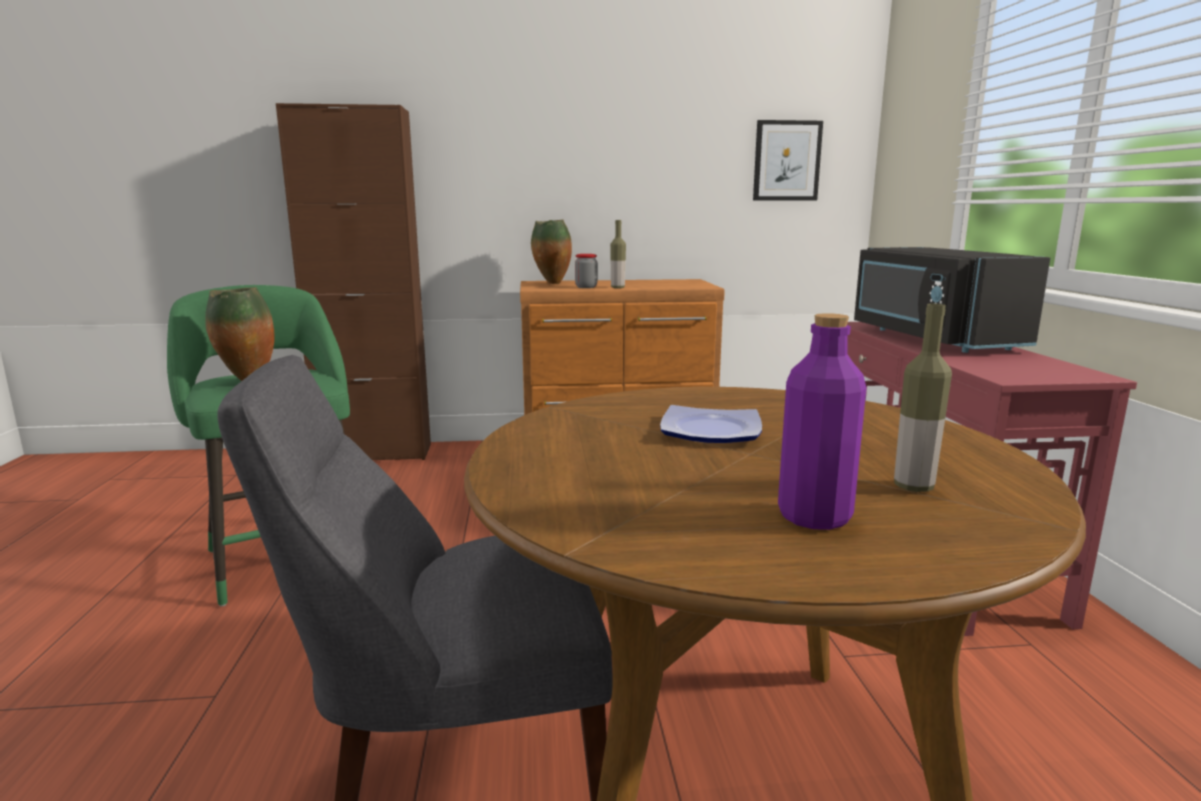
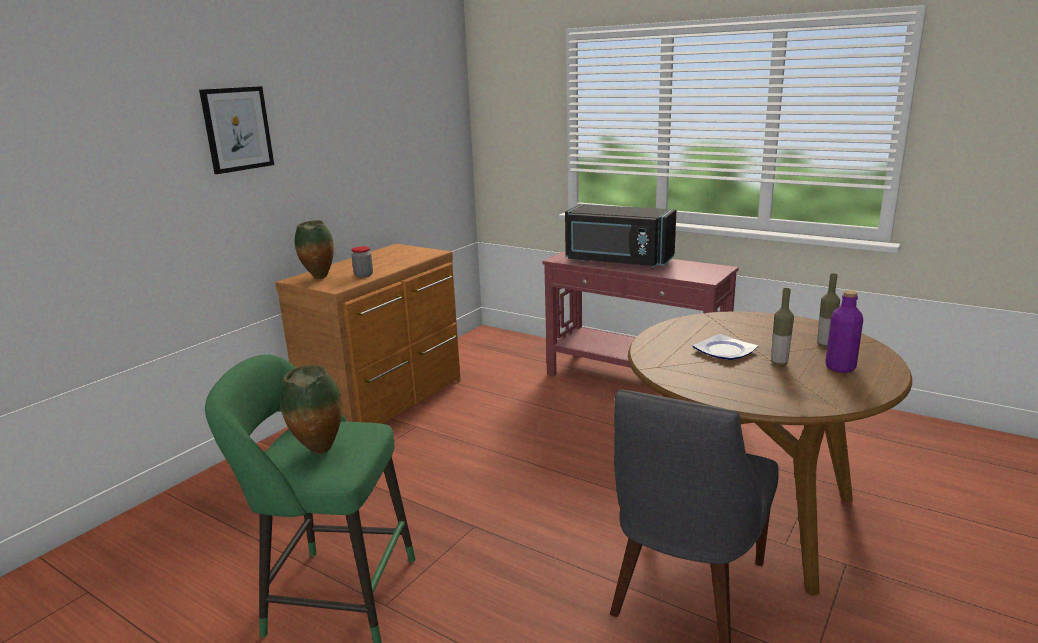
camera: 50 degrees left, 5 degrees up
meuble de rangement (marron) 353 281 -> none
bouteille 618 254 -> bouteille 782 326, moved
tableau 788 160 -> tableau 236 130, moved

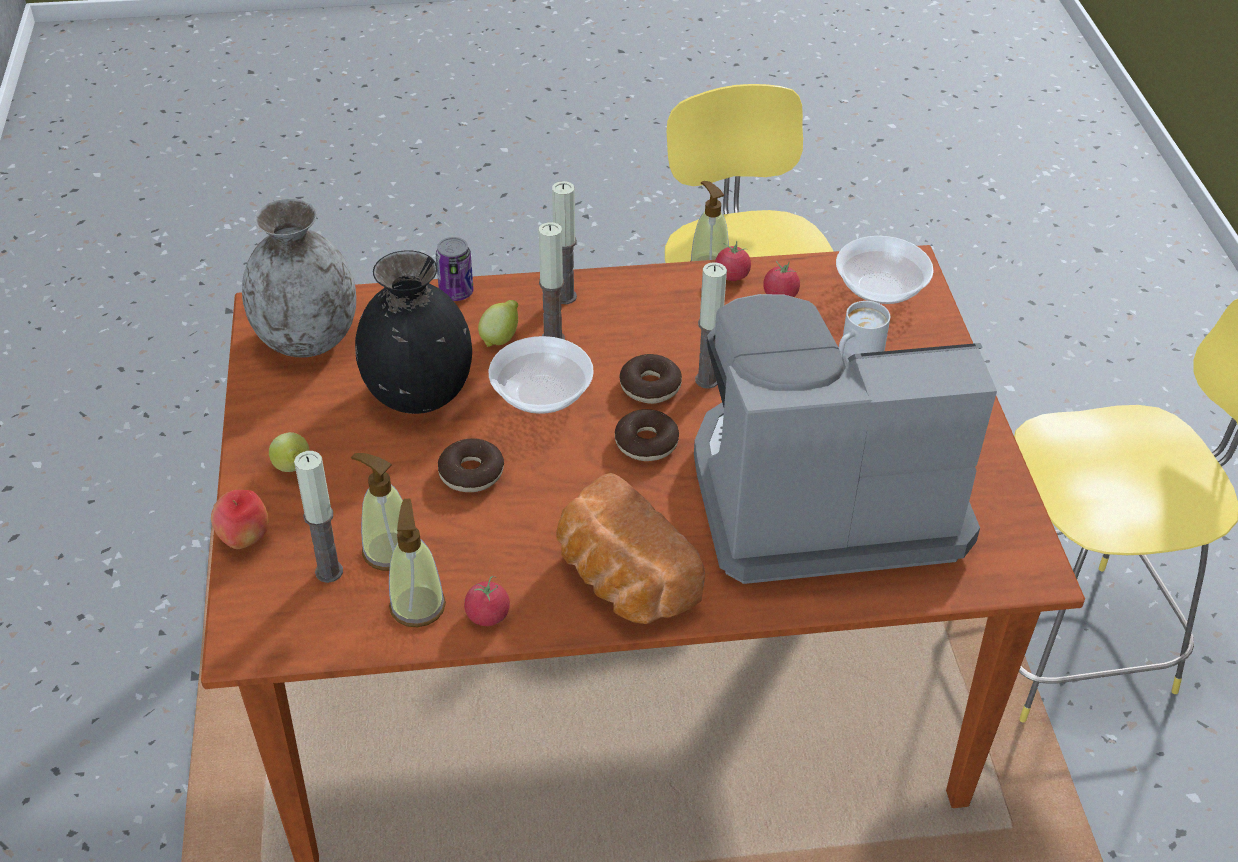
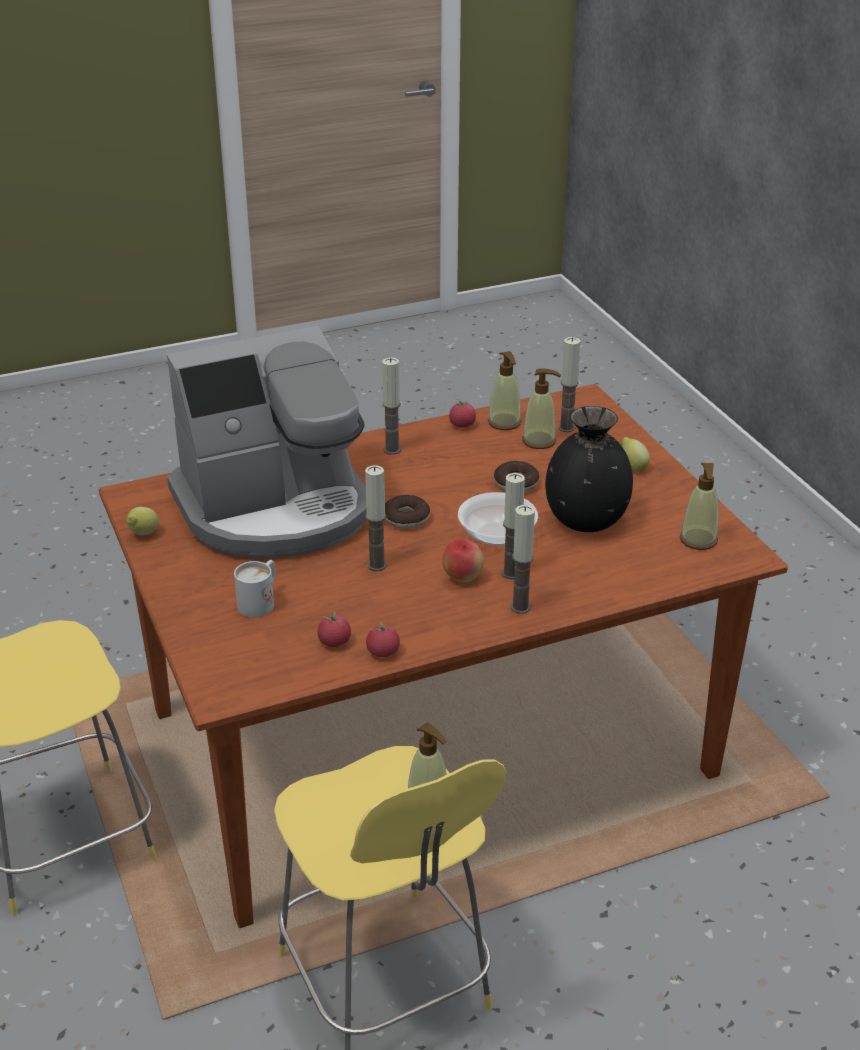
camera: 165 degrees right, 10 degrees down
pomme 240 519 -> pomme 463 560, moved
vase (gris) 299 278 -> distributeur de savon 699 506
boîte métallique 455 269 -> none
citron 498 323 -> citron 142 521, moved
pain 630 548 -> bougie 391 406
beignet 651 379 -> none
bol 885 270 -> none

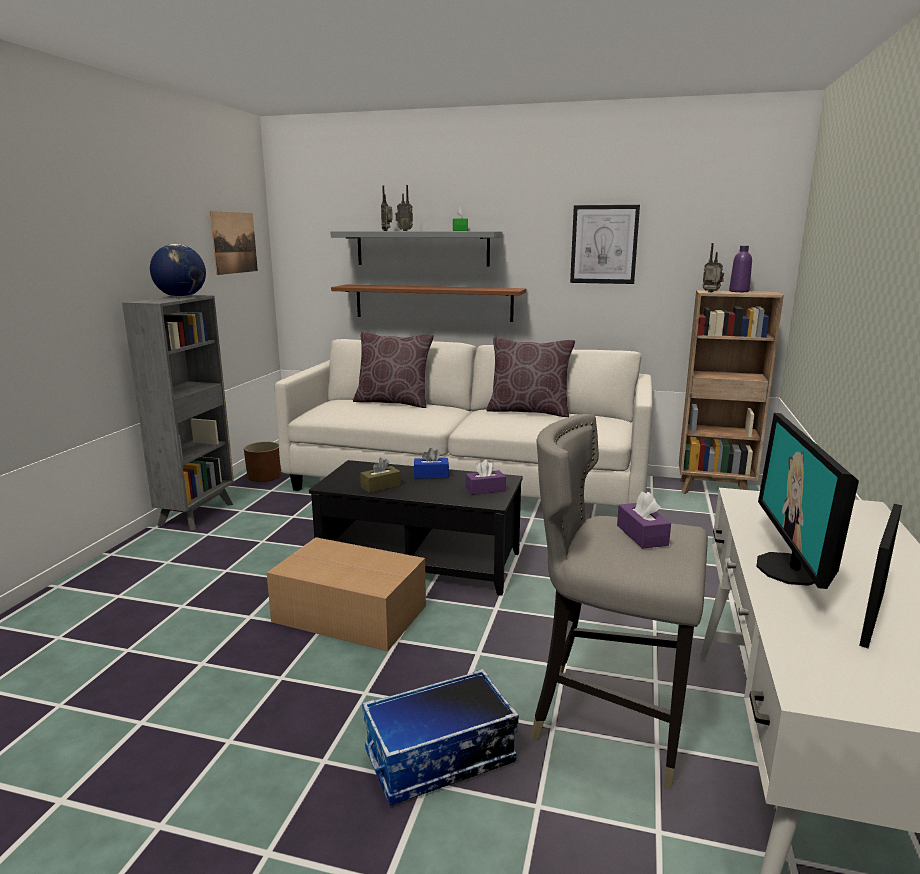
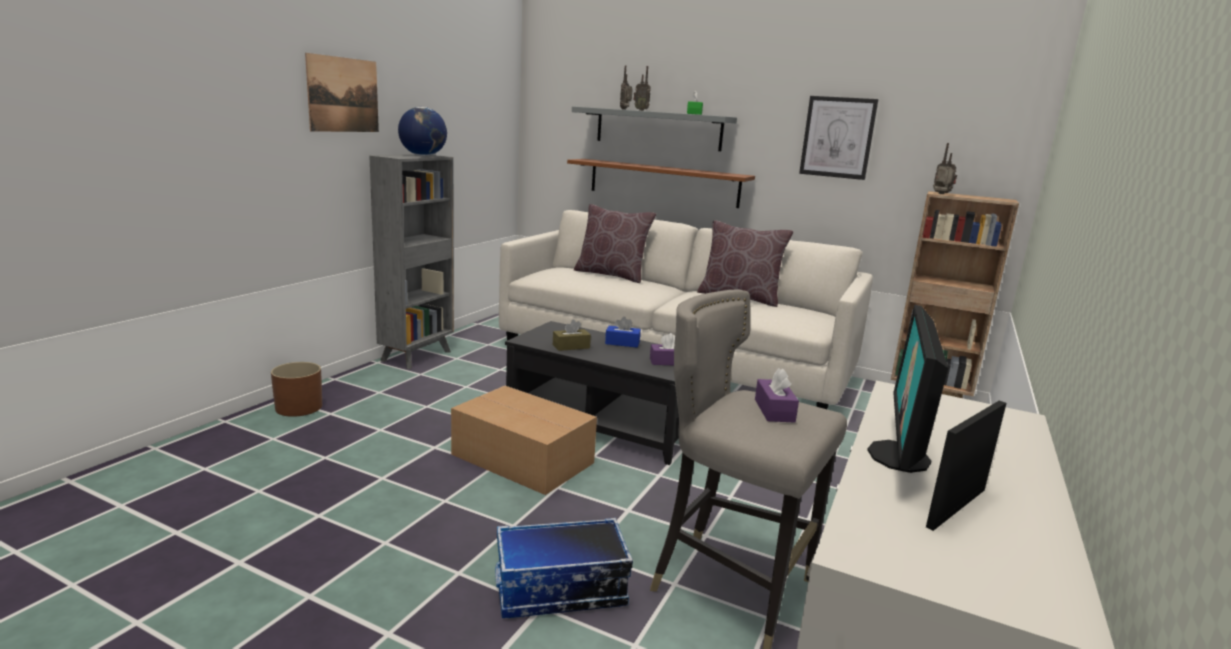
camera: 10 degrees right, 0 degrees up
tableau 234 243 -> tableau 342 92, moved
cache-pot (marron) 262 462 -> cache-pot (marron) 296 389, moved
bouteille (violet) 740 269 -> none

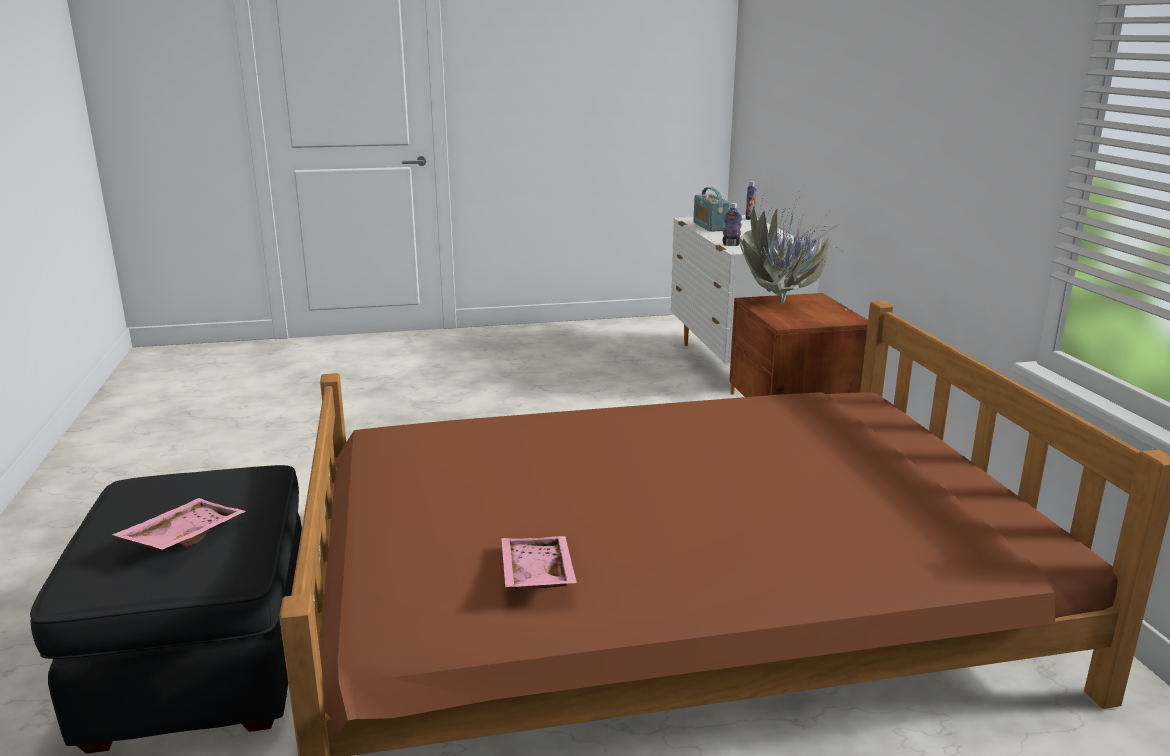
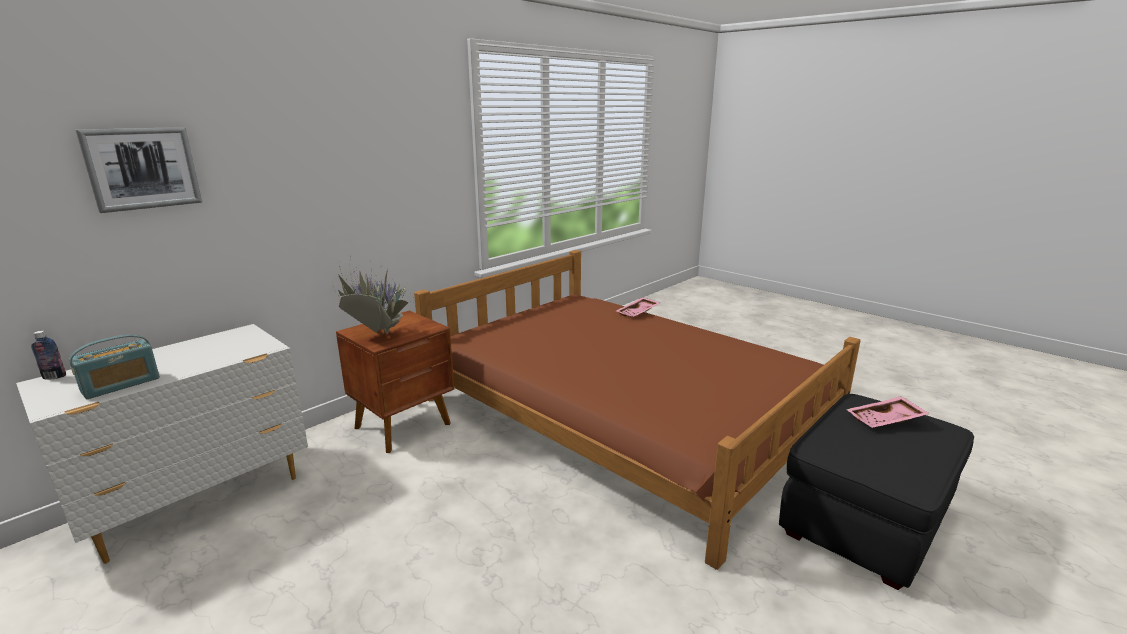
camera: 125 degrees left, 0 degrees up
plateau (rose) 539 562 -> plateau (rose) 638 307, moved
bouteille 732 224 -> none
none -> tableau 139 170

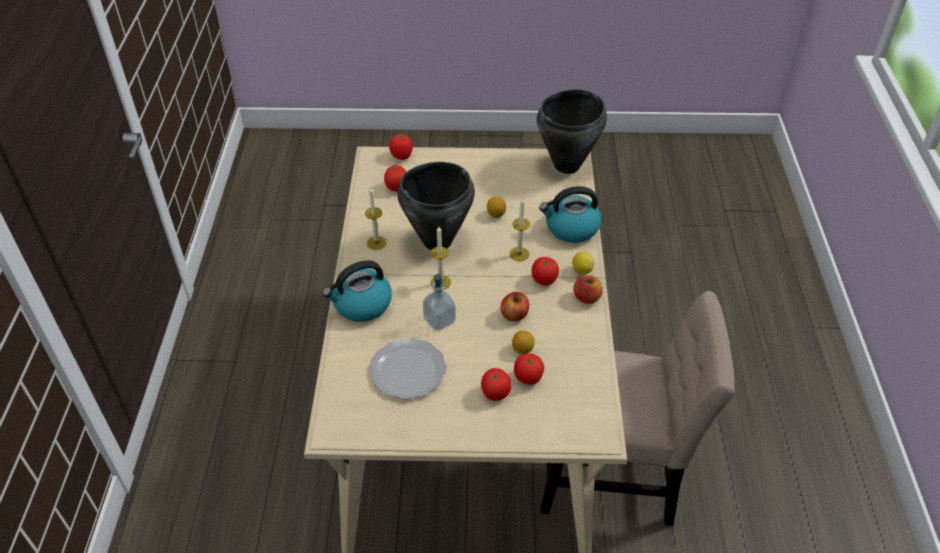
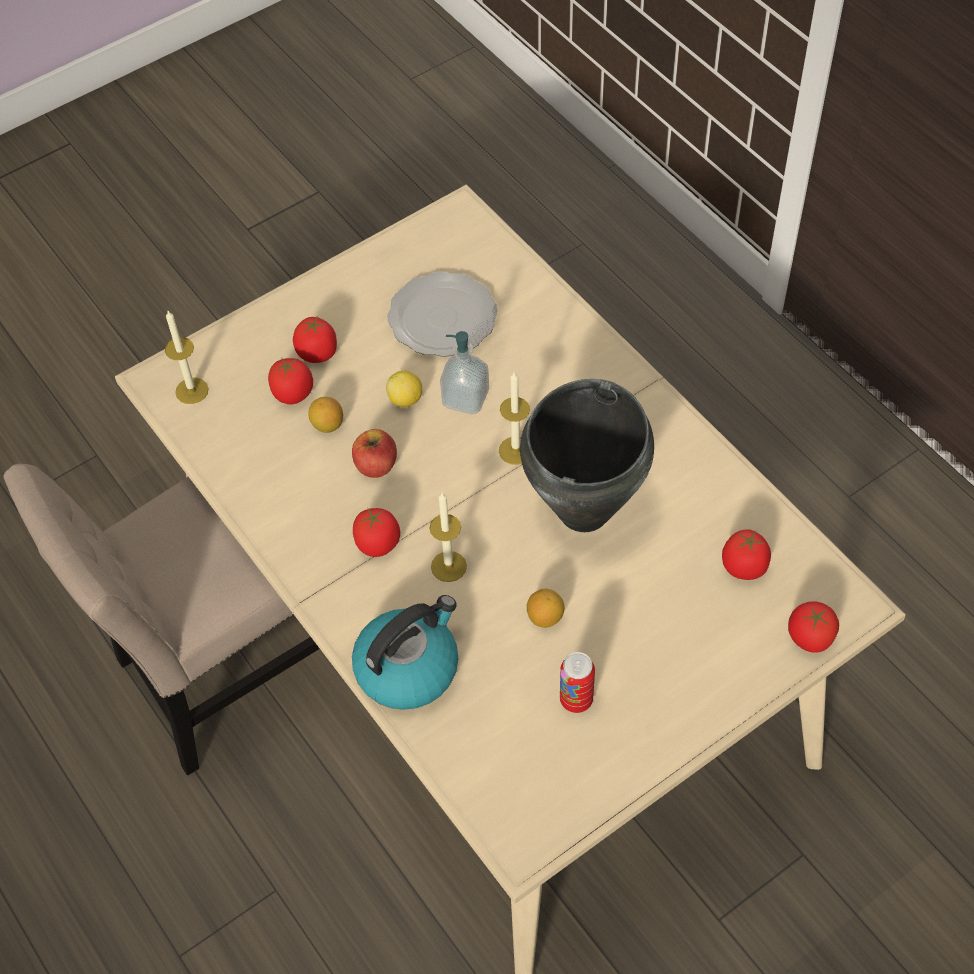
camera: 145 degrees right, 10 degrees up
bouilloire 357 291 -> none
bougie 375 218 -> bougie 187 357, moved
marmite (noir) 572 131 -> none
citron 583 263 -> citron 404 389, moved
pomme 588 289 -> none
none -> boîte métallique 577 682

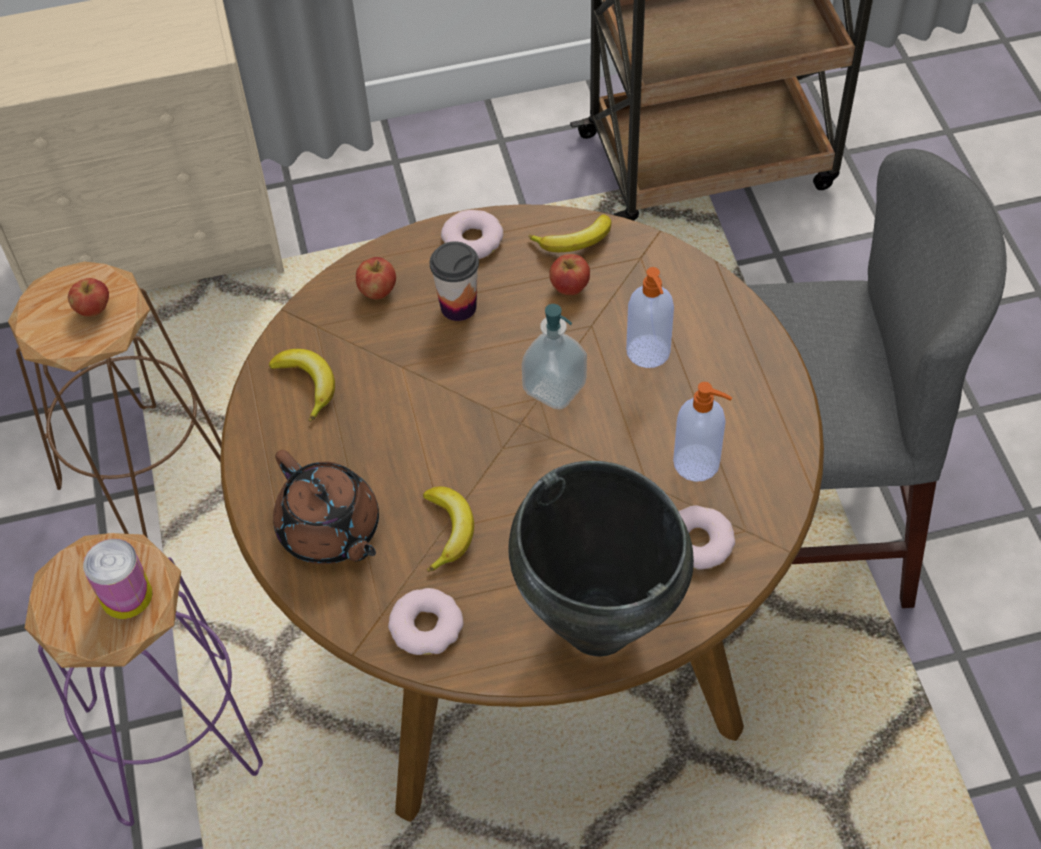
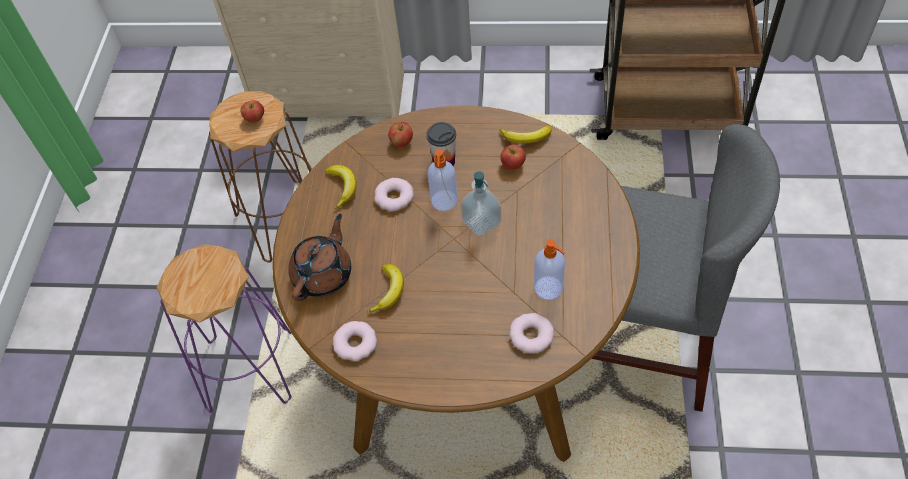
camera: 20 degrees right, 0 degrees up
boîte métallique 117 579 -> none
théière (marron) 326 507 -> théière (marron) 319 257, 135 degrees counterclockwise
beignet 472 234 -> beignet 394 194, moved
marmite (noir) 601 558 -> none
distributeur de savon 650 317 -> distributeur de savon 442 180, moved

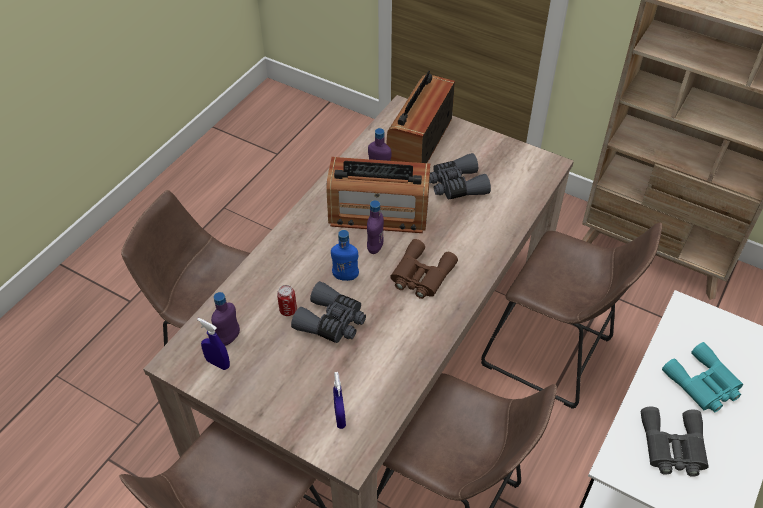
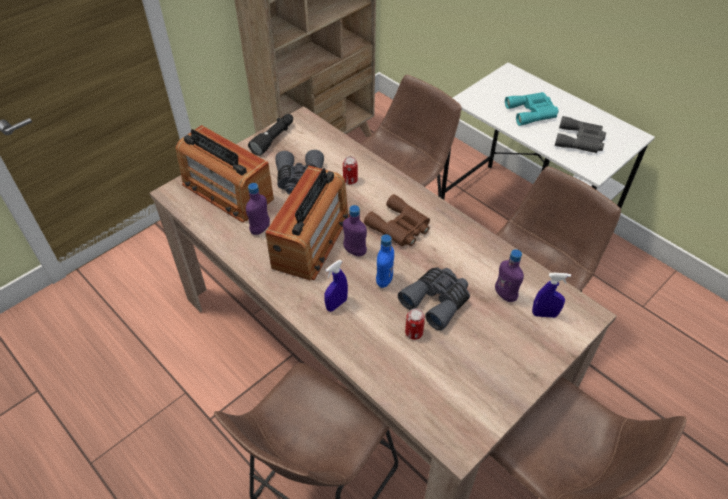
camera: 75 degrees left, 0 degrees up
vaporisateur (bleu) 213 344 -> vaporisateur (bleu) 336 286, moved
bouteille (violet) 225 319 -> bouteille (violet) 509 275, moved
none -> lampe de poche (noir) 270 135
none -> boîte métallique 350 170

